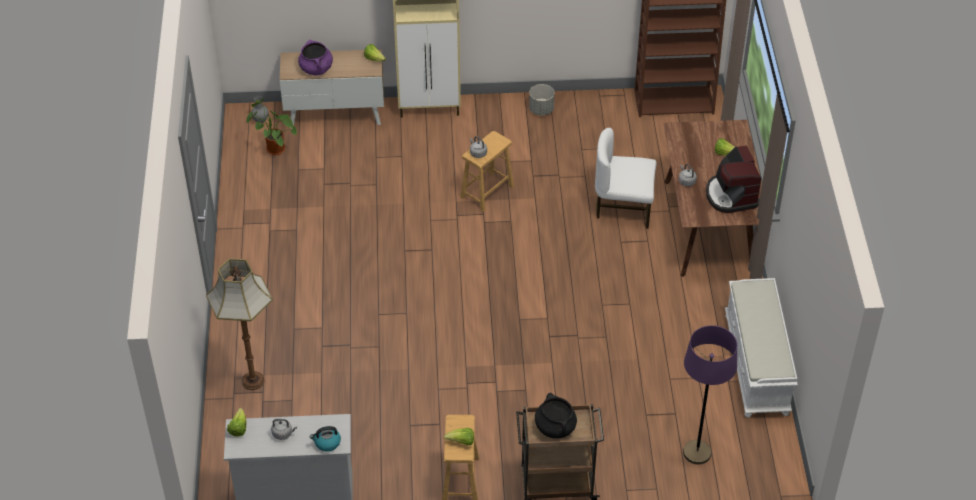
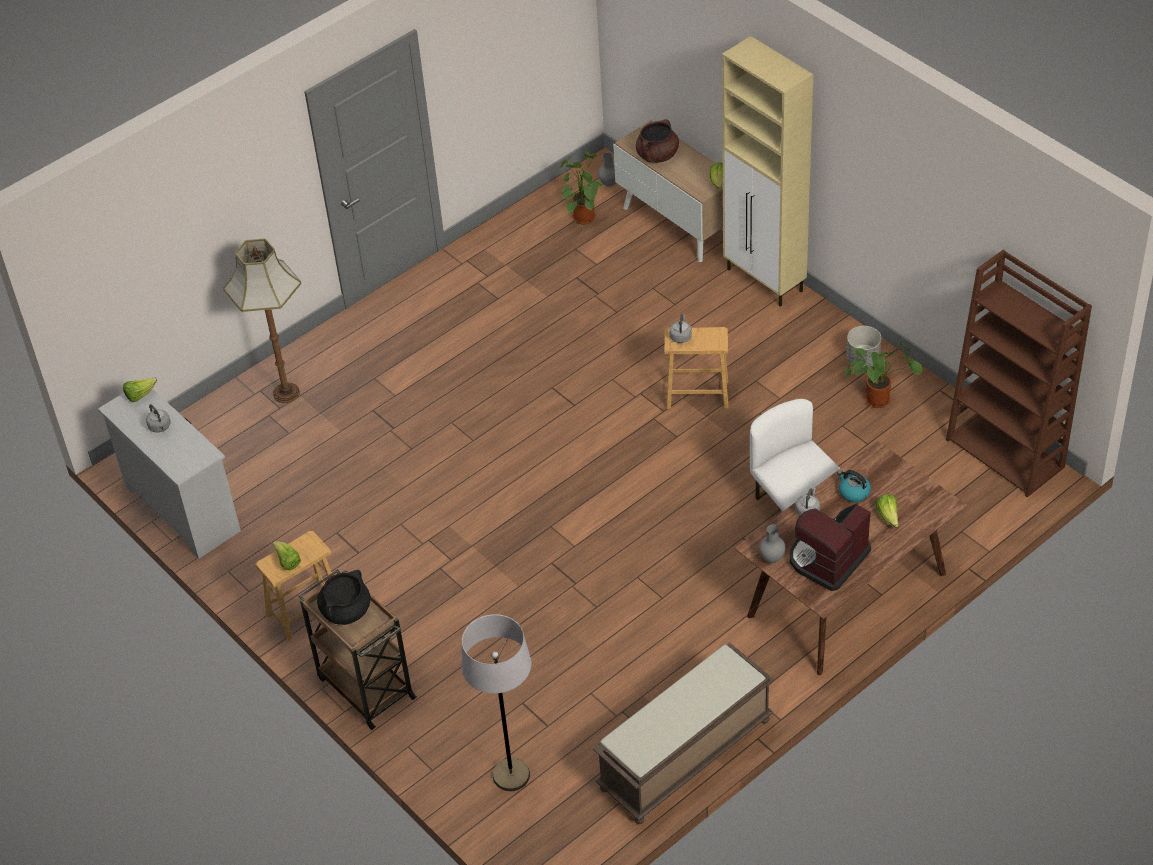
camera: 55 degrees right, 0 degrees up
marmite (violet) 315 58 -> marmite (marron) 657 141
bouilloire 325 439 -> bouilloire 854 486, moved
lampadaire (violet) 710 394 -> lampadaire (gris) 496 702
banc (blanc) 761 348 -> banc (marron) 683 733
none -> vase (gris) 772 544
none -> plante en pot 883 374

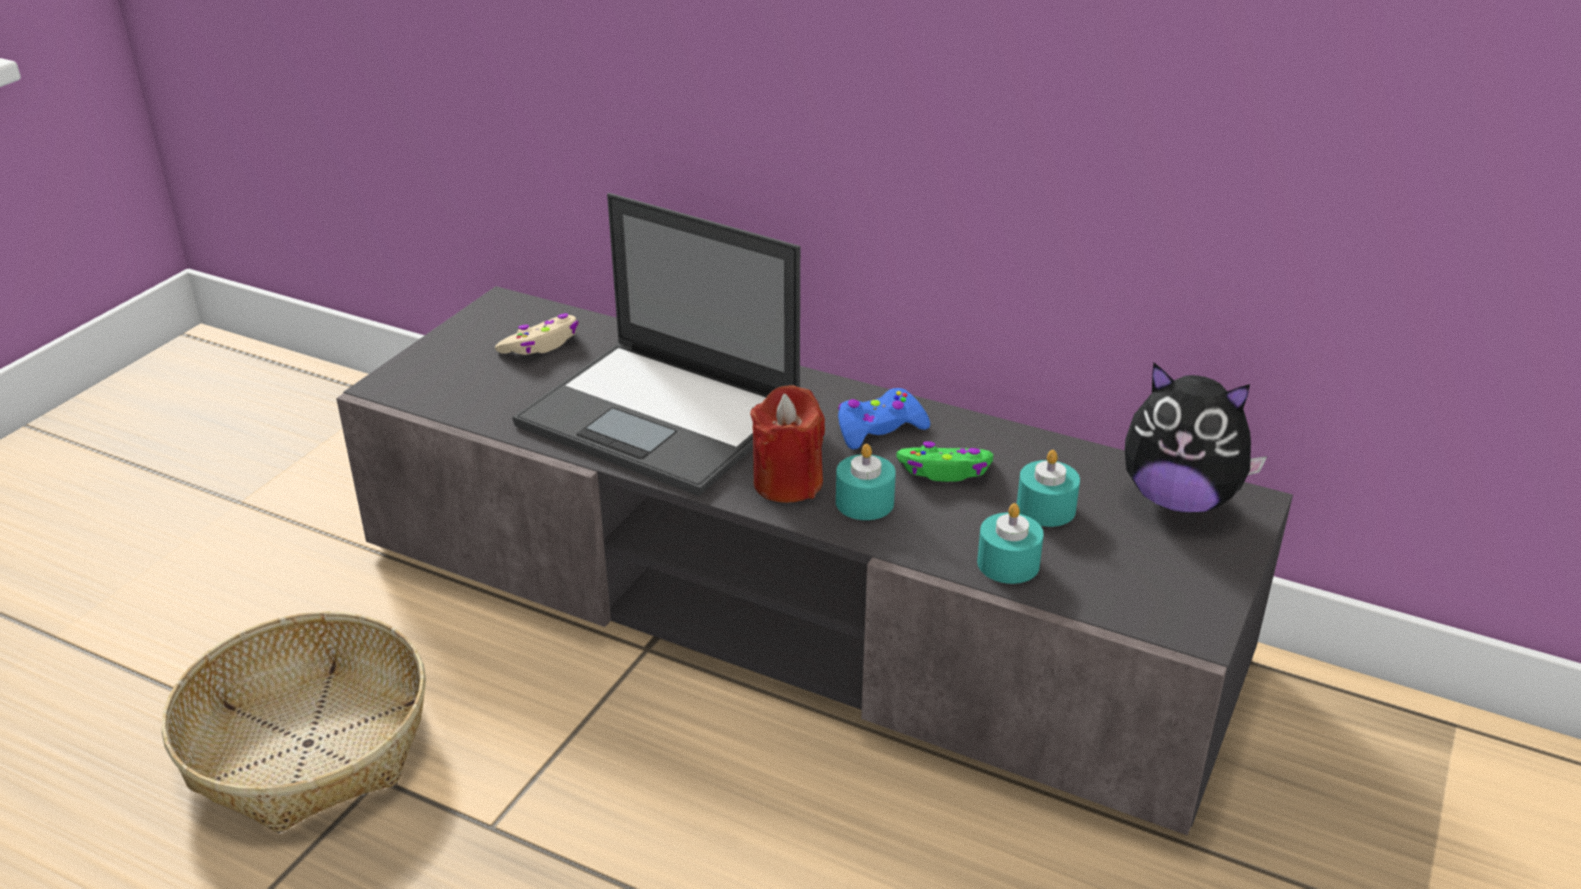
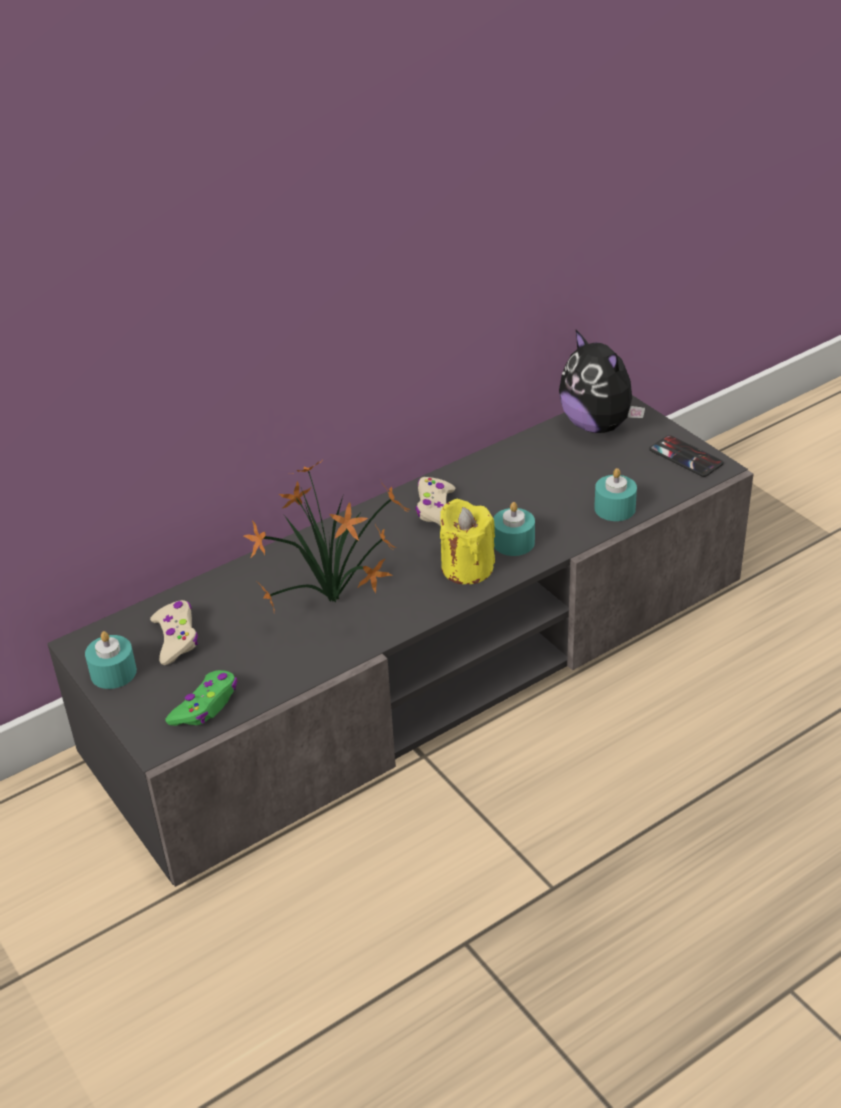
camera: 60 degrees left, 5 degrees up
panier 294 722 -> none
ordinateur portable 656 344 -> plante en pot 327 535
bougie (rouge) 787 444 -> bougie (jaune) 467 541
manette (bleu) 884 419 -> manette (beige) 435 501
manette (vert) 945 461 -> manette (vert) 201 698, moved
bougie (turquoise) 1048 488 -> bougie (turquoise) 111 660, moved
peluche 1196 438 -> peluche 602 381, 90 degrees clockwise
none -> téléphone 686 456

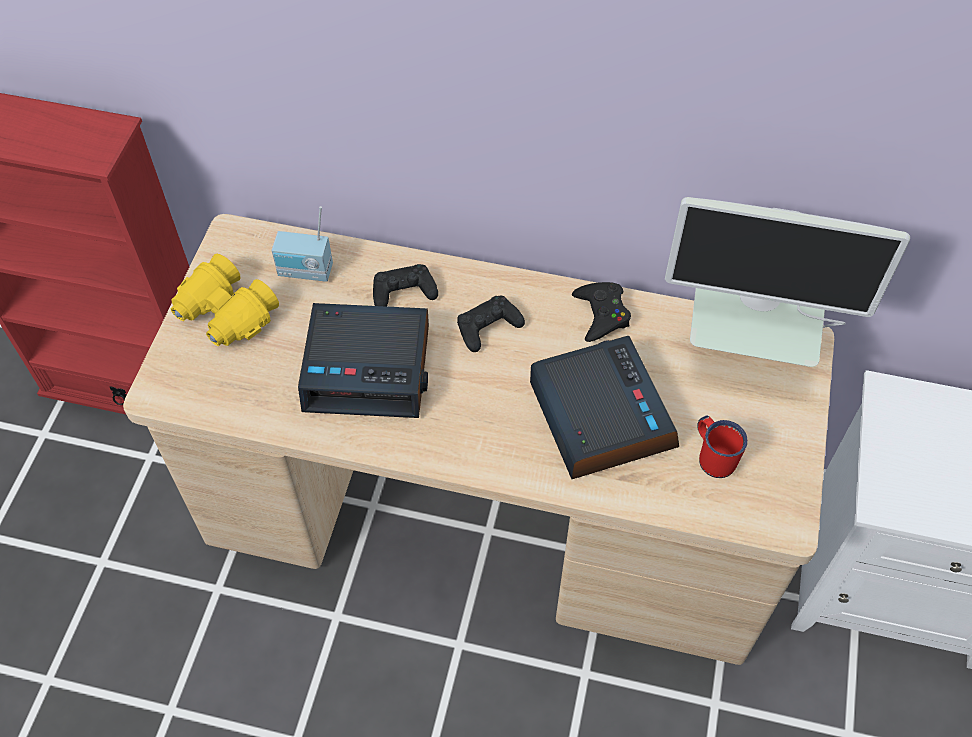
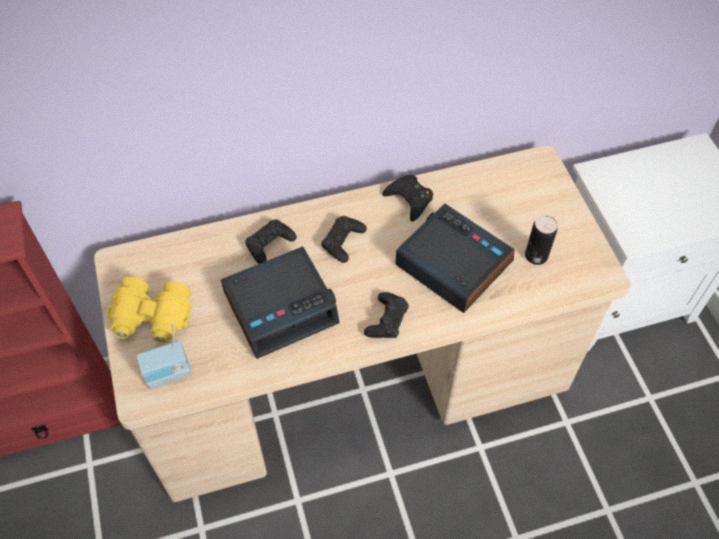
camera: 30 degrees left, 0 degrees up
radio 302 244 -> radio 164 355, moved
écran d'ordinateur 787 282 -> none
mug (rouge) 722 447 -> boîte métallique 541 240
none -> manette (noir) 386 315

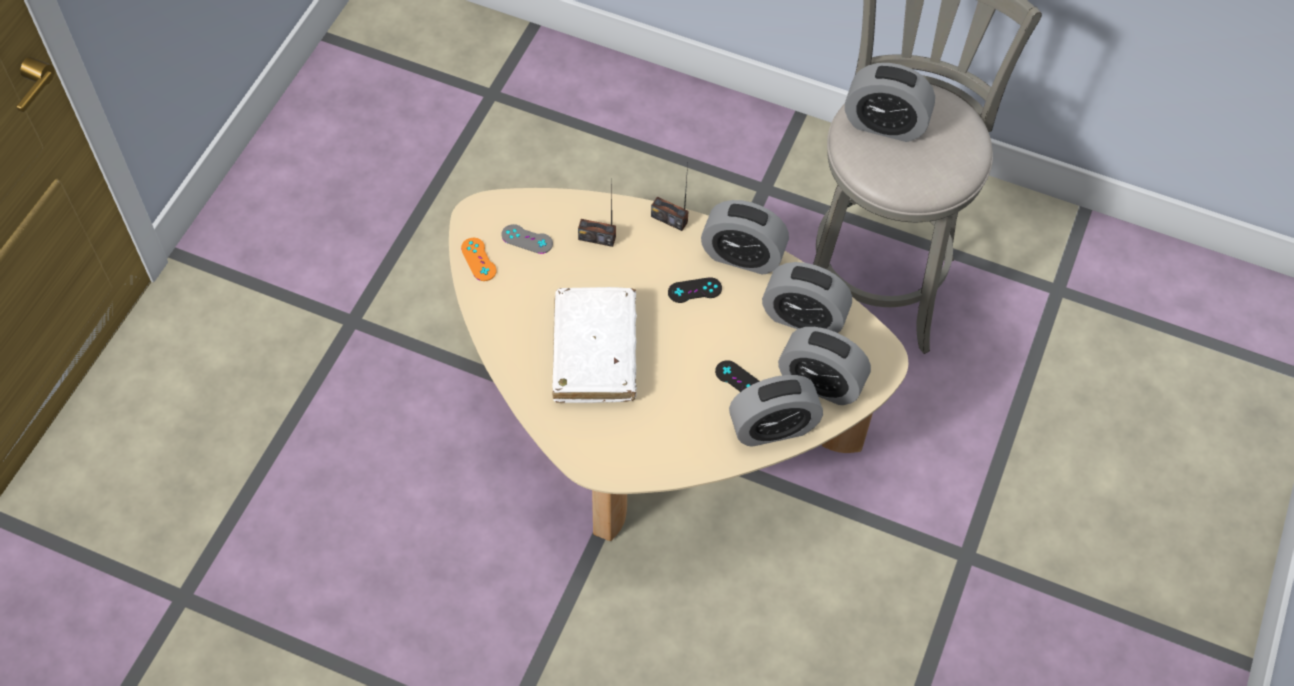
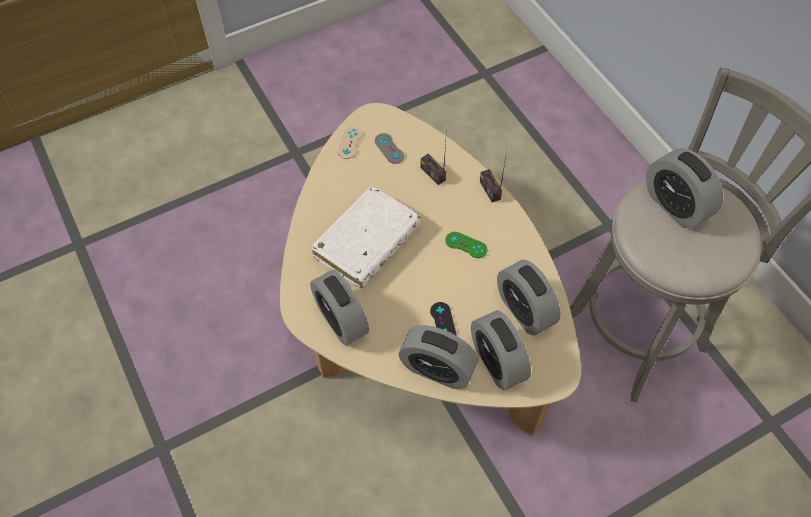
camera: 40 degrees right, 0 degrees up
manette (orange) 479 259 -> manette (beige) 350 143
manette (noir) 695 290 -> manette (vert) 466 245
réveil 745 237 -> réveil 339 308, moved

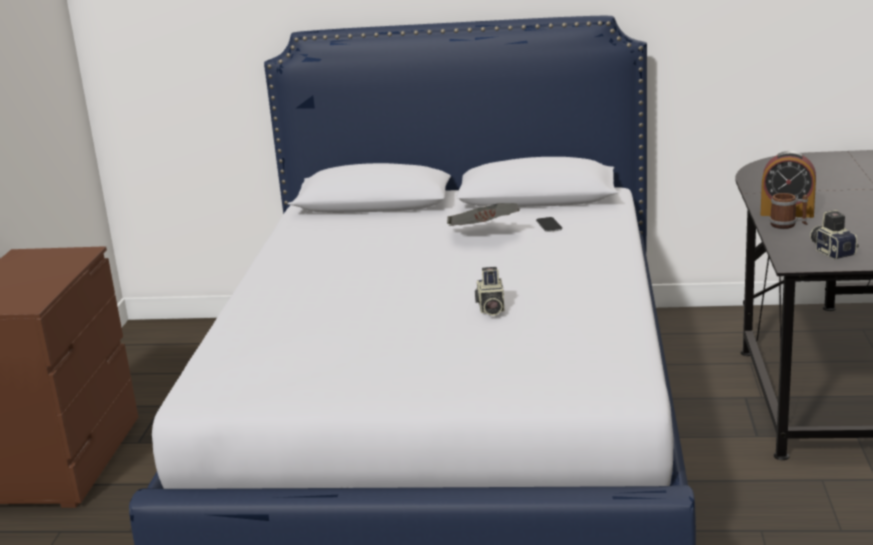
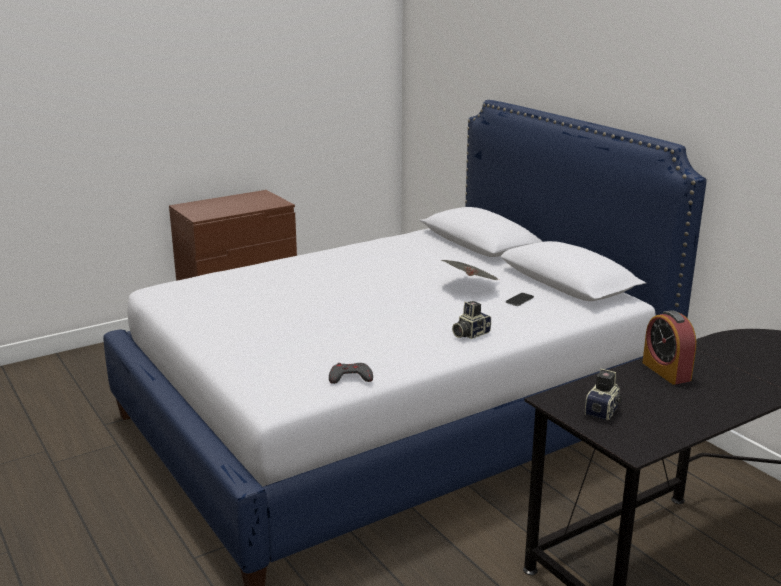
camera: 50 degrees right, 0 degrees up
appareil photo 489 291 -> appareil photo 471 320, moved
mug 788 211 -> none
none -> manette (gris) 351 373

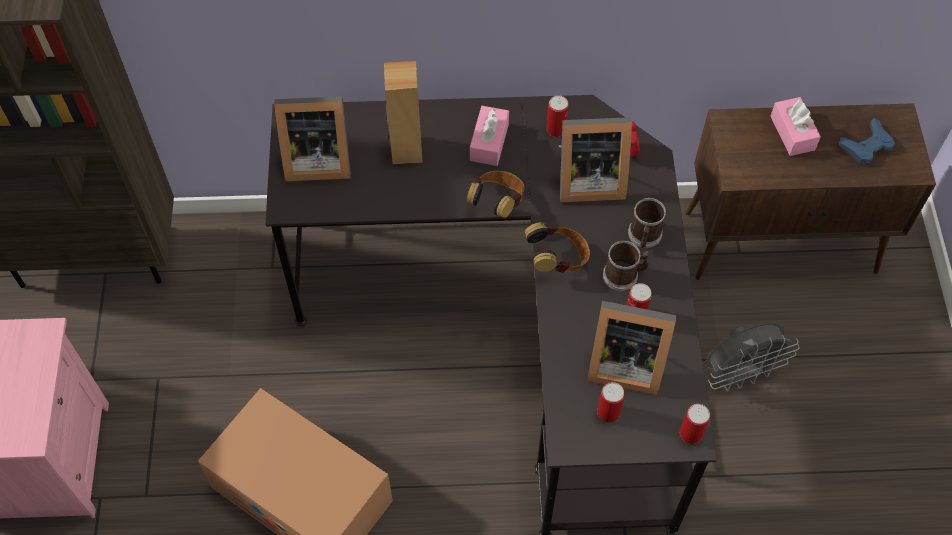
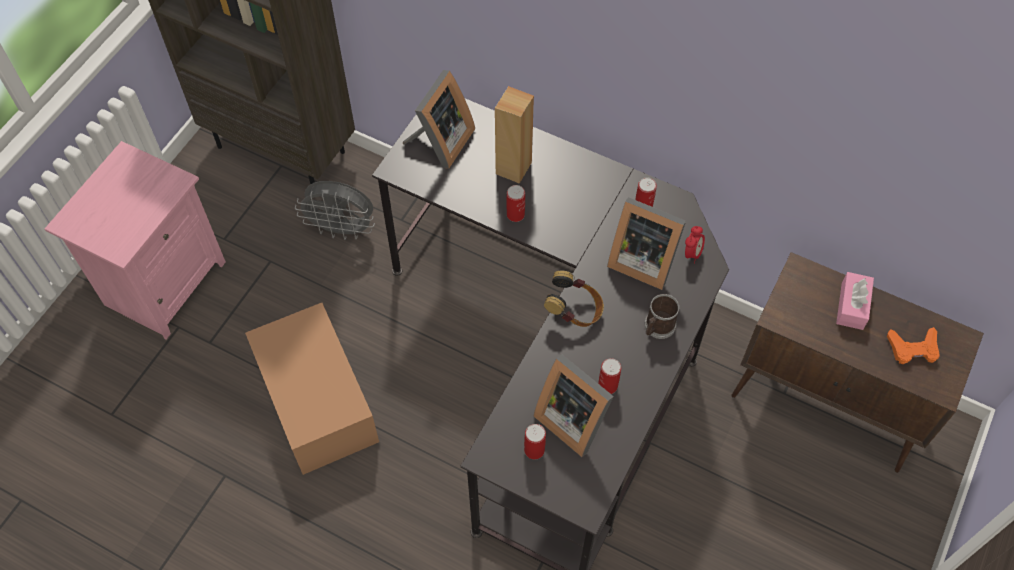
camera: 30 degrees right, 0 degrees up
cadre photo 312 138 -> cadre photo 439 119, 90 degrees counterclockwise
casque audio 495 194 -> none
boîte à mouchoirs (rose) 489 136 -> none
mug 626 266 -> none
boîte métallique 695 424 -> boîte métallique 515 203, moved
ventilateur (gris) 753 357 -> ventilateur (gris) 335 210, moved
manette (bleu) 867 141 -> manette (orange) 913 345

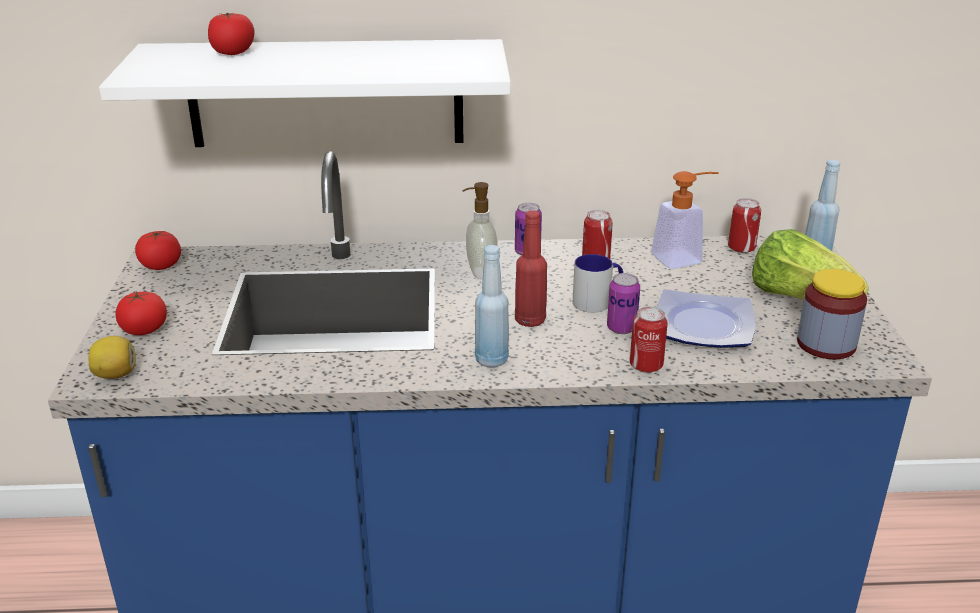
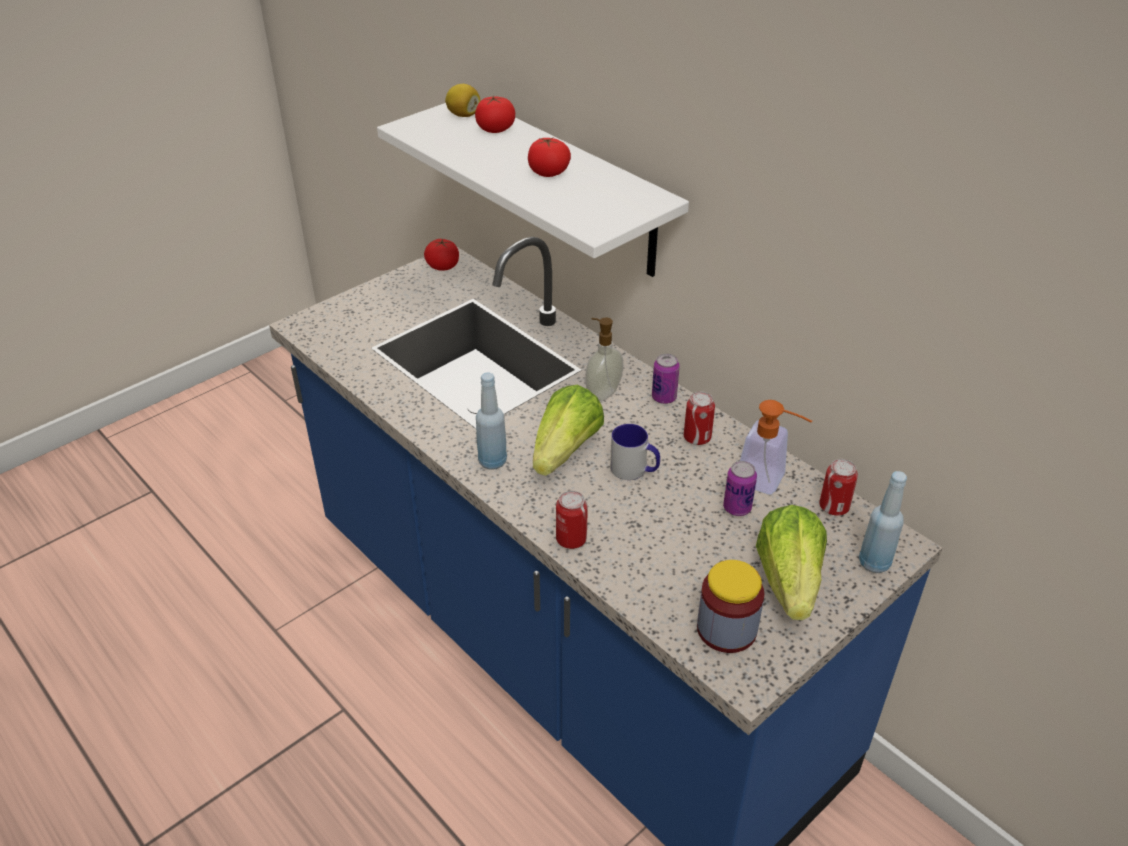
camera: 50 degrees right, 10 degrees up
citron 112 357 -> citron 463 100, moved
tomate 141 313 -> tomate 549 157, moved
bouteille (rouge) 531 268 -> laitue 568 430
boîte métallique 623 303 -> boîte métallique 740 488, moved
assiette 706 318 -> none

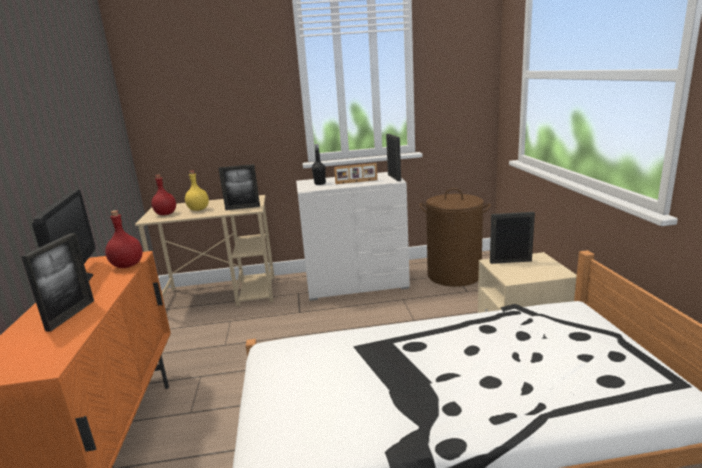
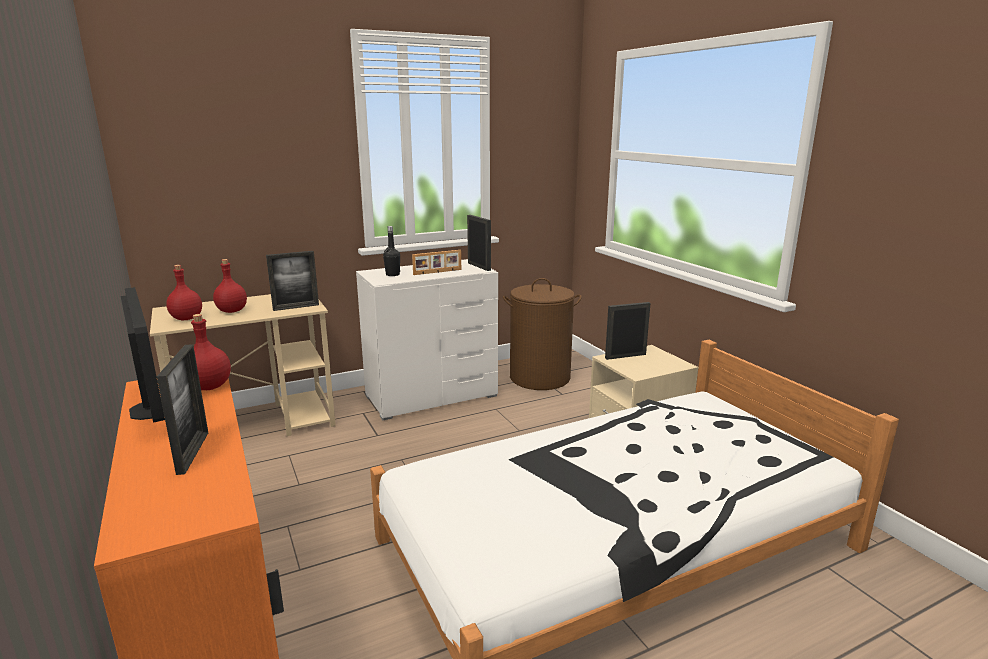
camera: 20 degrees left, 0 degrees up
bouteille (jaune) 197 191 -> bouteille (rouge) 230 286

